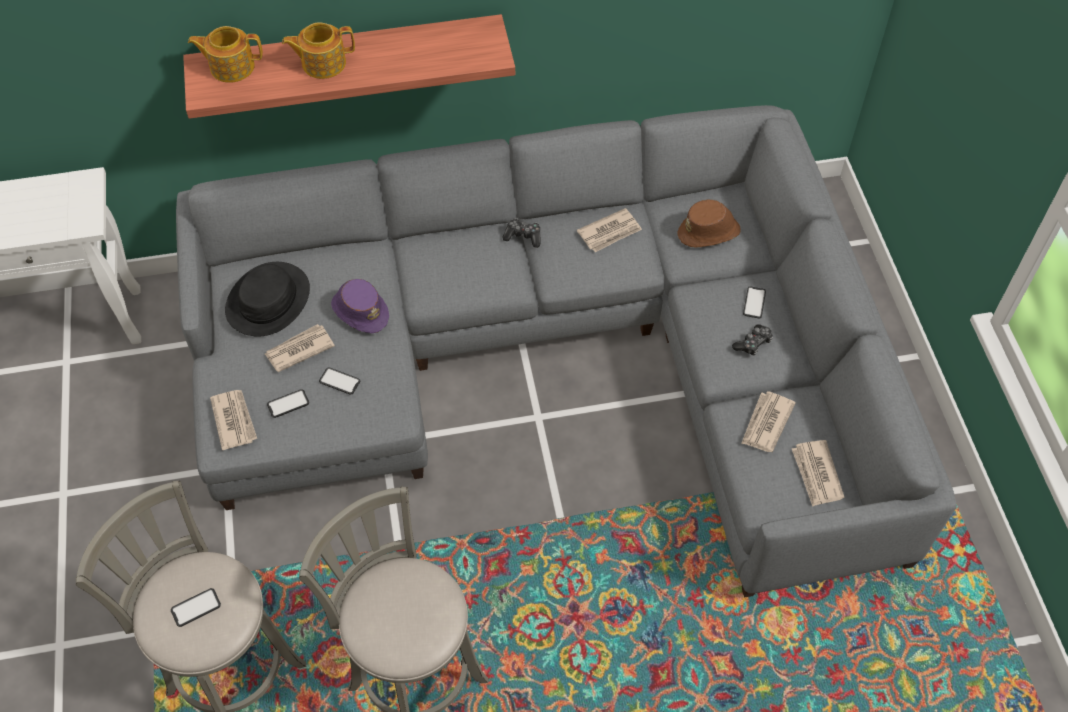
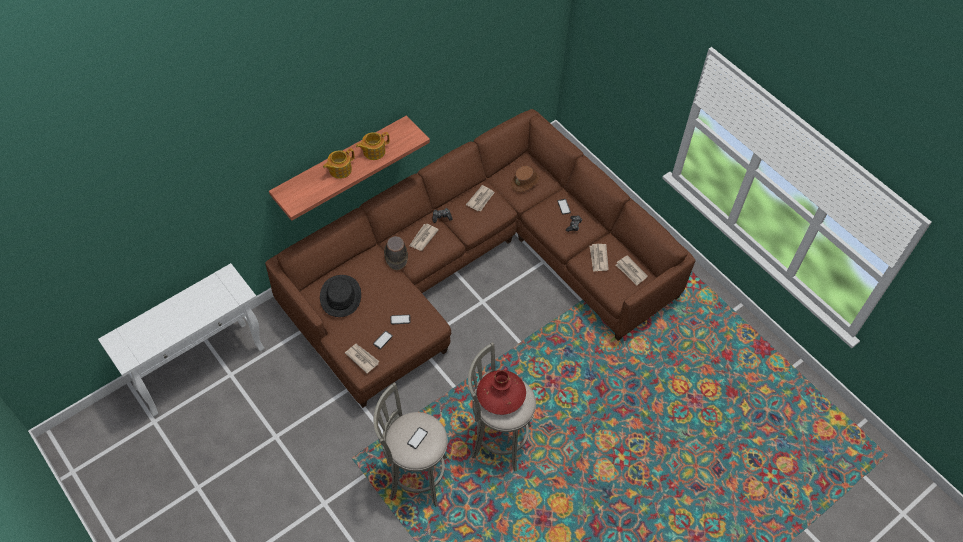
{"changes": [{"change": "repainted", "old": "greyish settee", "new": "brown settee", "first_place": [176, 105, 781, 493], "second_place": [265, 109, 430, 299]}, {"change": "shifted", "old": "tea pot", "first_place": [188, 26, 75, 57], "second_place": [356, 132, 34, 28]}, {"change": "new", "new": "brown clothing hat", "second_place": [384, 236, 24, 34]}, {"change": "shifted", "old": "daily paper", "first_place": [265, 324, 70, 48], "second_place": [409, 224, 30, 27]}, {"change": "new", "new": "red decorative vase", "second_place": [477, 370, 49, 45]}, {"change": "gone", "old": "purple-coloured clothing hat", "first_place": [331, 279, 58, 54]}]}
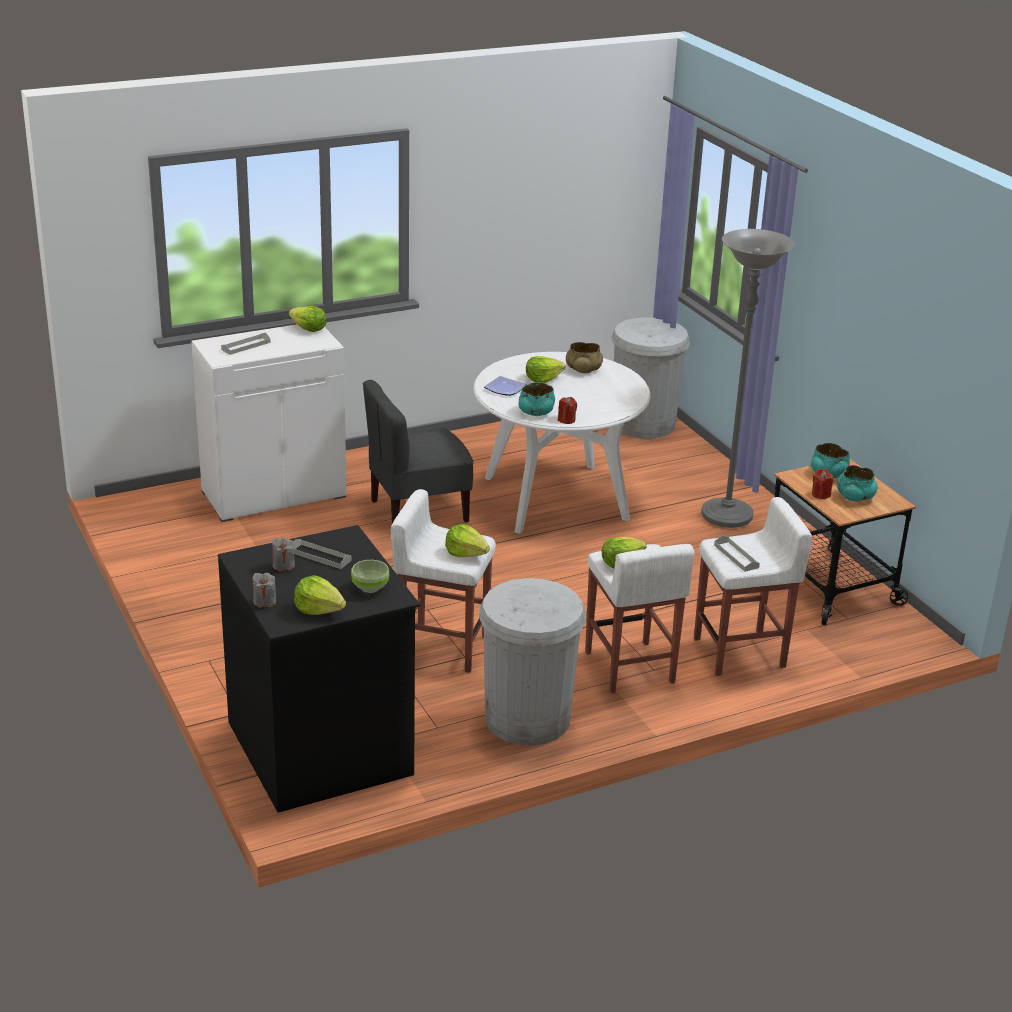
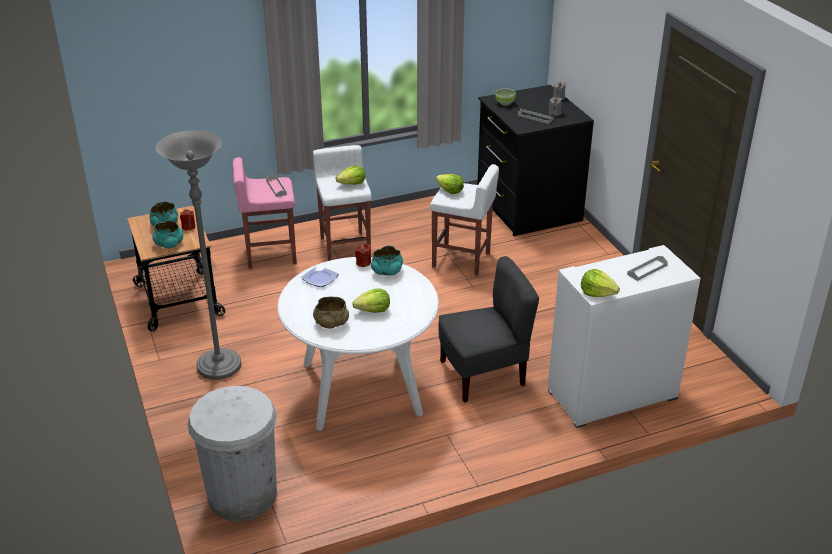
{"changes": [{"change": "repainted", "old": "white stool seat", "new": "pink stool seat", "first_place": [694, 497, 118, 179], "second_place": [232, 157, 65, 112]}, {"change": "shifted", "old": "flat dish", "first_place": [484, 376, 42, 20], "second_place": [301, 265, 38, 22]}, {"change": "gone", "old": "lettuce", "first_place": [294, 575, 52, 40]}, {"change": "gone", "old": "white waste bin", "first_place": [479, 578, 107, 168]}]}
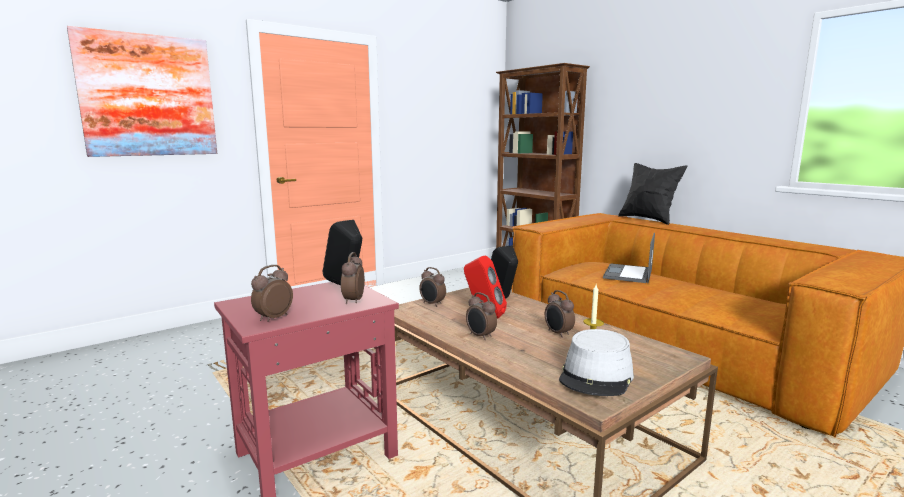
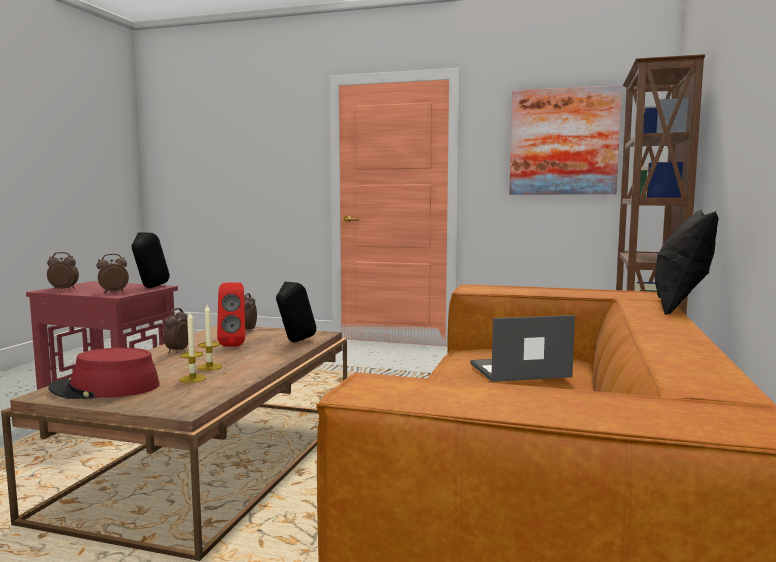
{"changes": [{"change": "repainted", "old": "greyish clothing hat", "new": "red clothing hat", "first_place": [559, 329, 75, 67], "second_place": [48, 348, 112, 51]}, {"change": "swapped", "old": "alarm clock", "new": "wax candle", "first_place": [545, 290, 30, 48], "second_place": [197, 305, 25, 66]}, {"change": "shifted", "old": "wall art", "first_place": [67, 26, 150, 131], "second_place": [509, 85, 113, 109]}]}
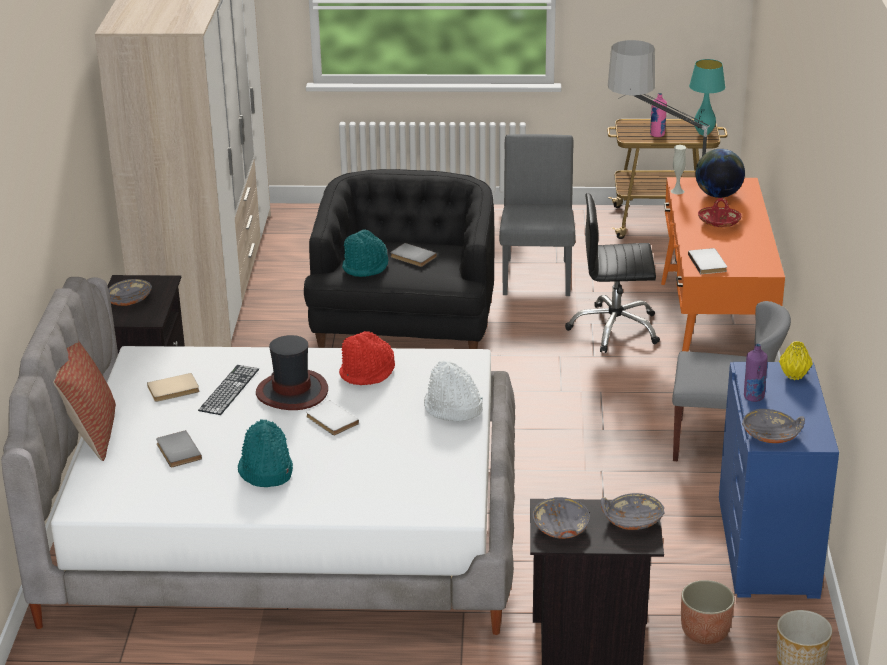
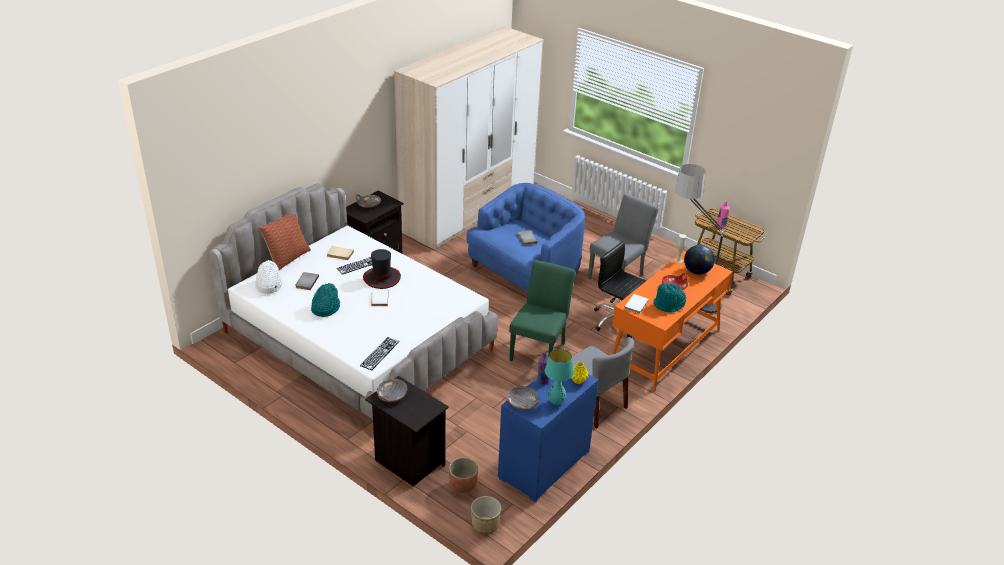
{"changes": [{"change": "shifted", "old": "white clothing hat", "first_place": [424, 361, 59, 61], "second_place": [255, 260, 27, 33]}, {"change": "new", "new": "keyboard", "second_place": [360, 337, 40, 33]}, {"change": "repainted", "old": "black-coloured lounge chair", "new": "blue lounge chair", "first_place": [304, 169, 190, 180], "second_place": [467, 183, 118, 108]}, {"change": "new", "new": "green-coloured plain chair", "second_place": [509, 260, 67, 101]}, {"change": "shifted", "old": "turquoise-coloured lamp for a table", "first_place": [689, 59, 36, 77], "second_place": [545, 349, 29, 56]}, {"change": "shifted", "old": "turquoise-coloured clothing hat", "first_place": [342, 230, 46, 47], "second_place": [653, 283, 33, 29]}, {"change": "gone", "old": "red clothing hat", "first_place": [339, 331, 56, 54]}, {"change": "gone", "old": "greyish bowl", "first_place": [601, 493, 64, 37]}]}
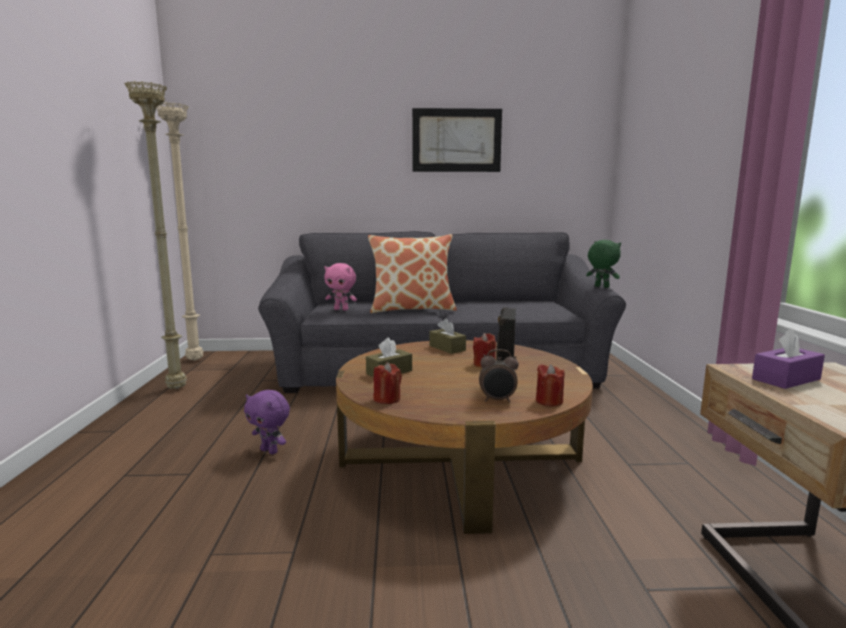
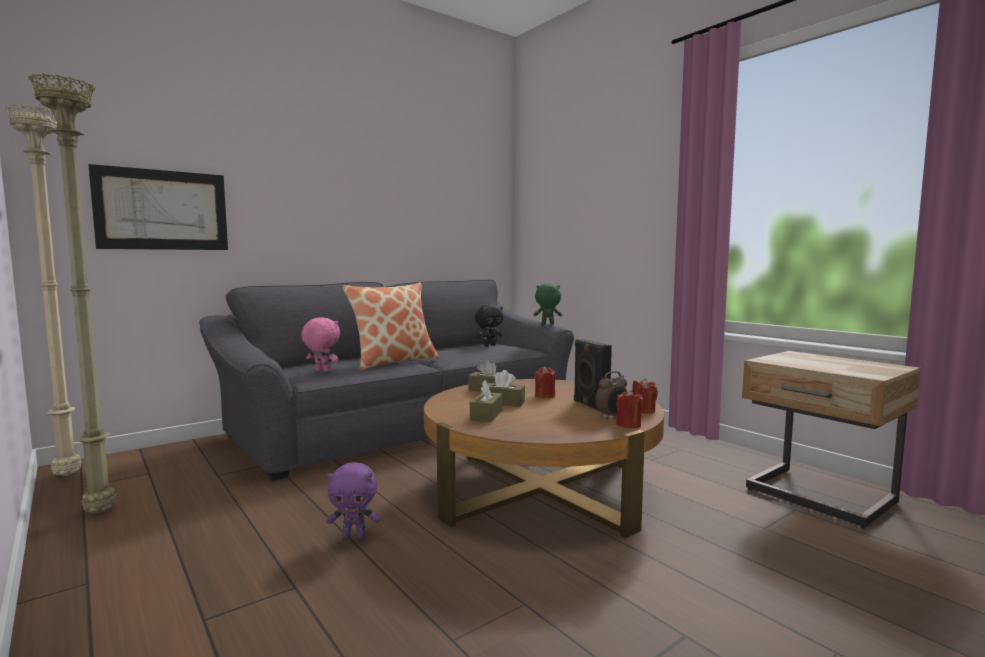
{"changes": [{"change": "shifted", "old": "wall art", "first_place": [412, 108, 90, 64], "second_place": [88, 164, 140, 86]}, {"change": "rotated", "old": "pink soft toy", "first_place": [324, 263, 33, 48], "second_place": [301, 317, 39, 55], "degrees": -135}, {"change": "new", "new": "black-coloured soft toy", "second_place": [475, 304, 28, 42]}, {"change": "new", "new": "brown tissue box", "second_place": [488, 370, 37, 37]}, {"change": "shifted", "old": "red wax candle", "first_place": [373, 362, 29, 42], "second_place": [616, 390, 27, 38]}, {"change": "gone", "old": "purple-coloured tissue box", "first_place": [752, 328, 73, 61]}]}
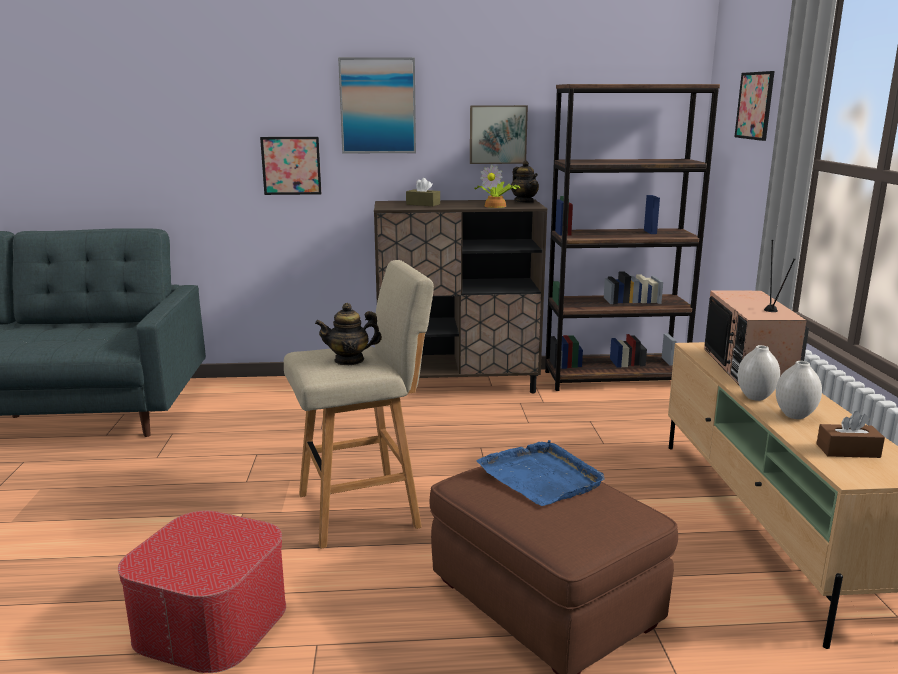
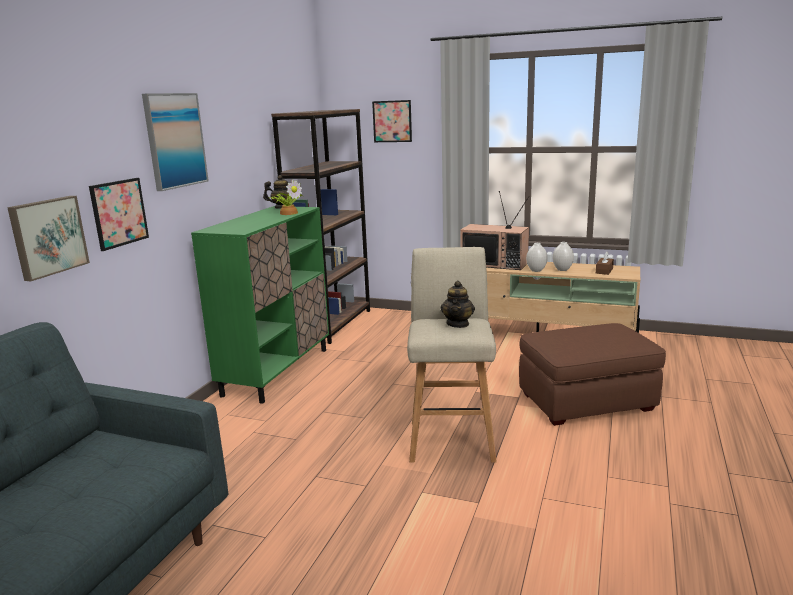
{"changes": [{"change": "shifted", "old": "wall art", "first_place": [470, 105, 58, 59], "second_place": [7, 196, 83, 85]}, {"change": "repainted", "old": "brown storage cabinet", "new": "green-coloured storage cabinet", "first_place": [374, 199, 173, 194], "second_place": [191, 206, 138, 198]}, {"change": "gone", "old": "footrest", "first_place": [118, 511, 168, 162]}, {"change": "gone", "old": "brown tissue box", "first_place": [406, 178, 34, 28]}, {"change": "gone", "old": "blue serving tray", "first_place": [476, 440, 129, 66]}]}
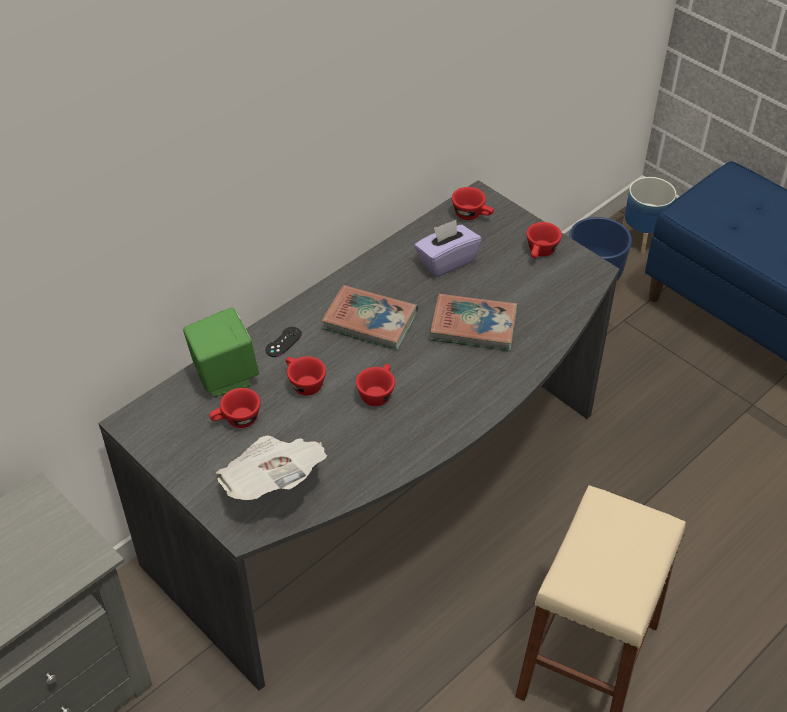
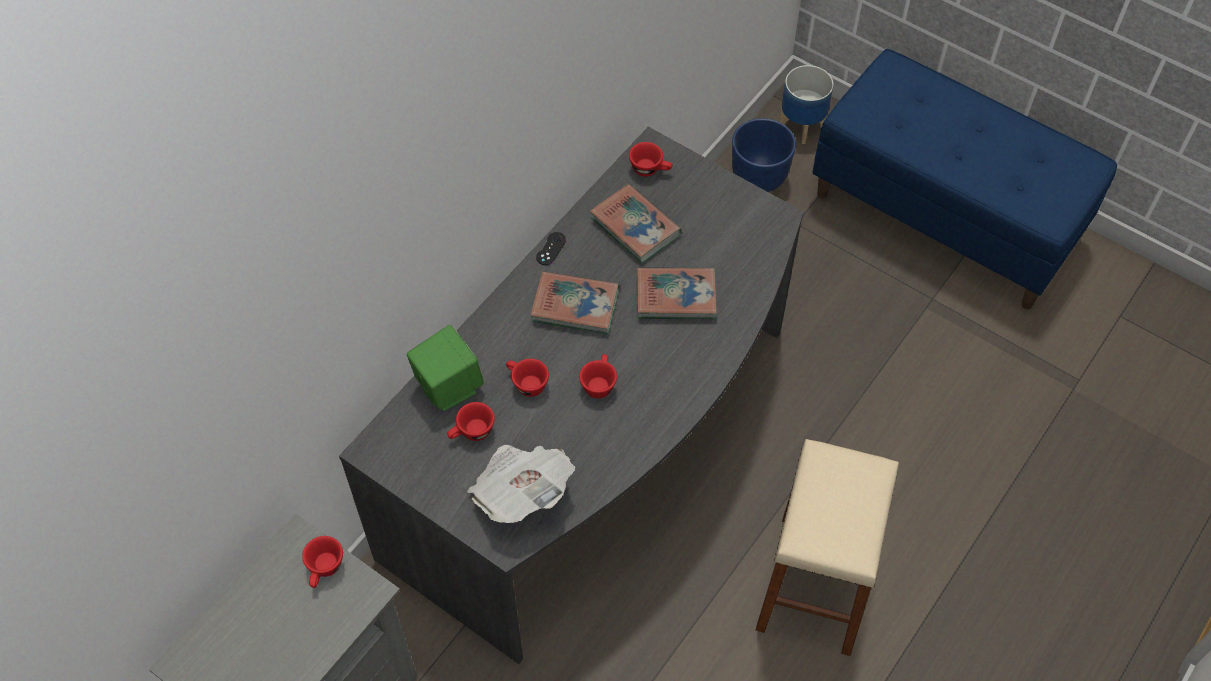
{"changes": [{"change": "shifted", "old": "red drinking cup", "first_place": [527, 222, 35, 37], "second_place": [302, 536, 41, 52]}, {"change": "shifted", "old": "black-coloured game controller", "first_place": [265, 327, 37, 30], "second_place": [536, 232, 30, 33]}, {"change": "swapped", "old": "purple-coloured tissue box", "new": "book", "first_place": [414, 220, 68, 57], "second_place": [590, 184, 92, 80]}]}
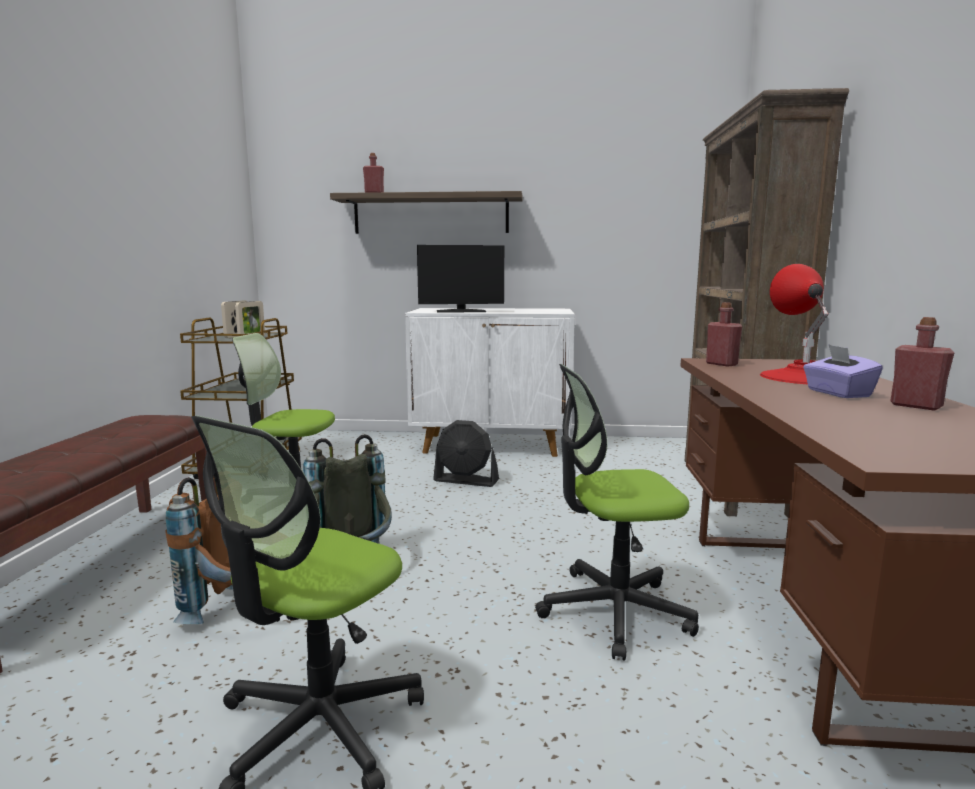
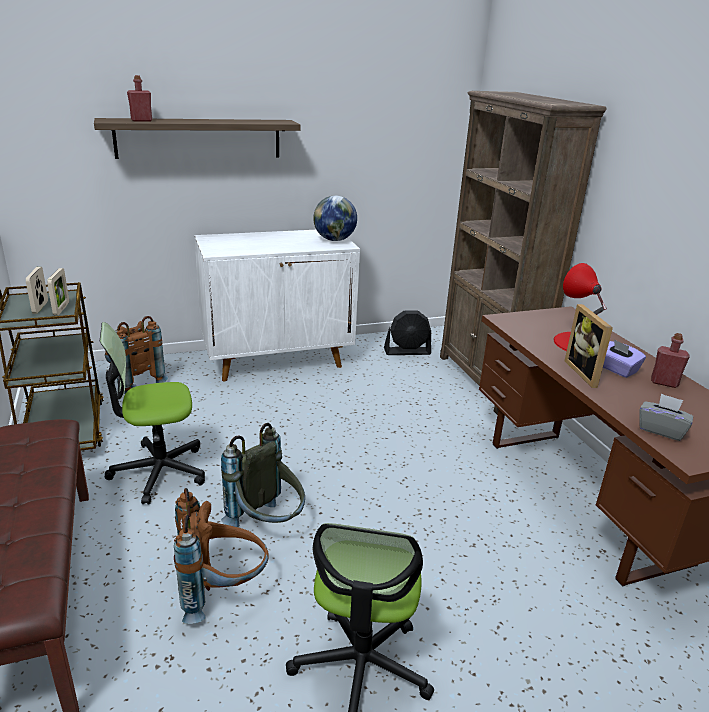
{"changes": [{"change": "new", "new": "brown rucksack", "second_place": [105, 316, 63, 78]}, {"change": "new", "new": "world globe", "second_place": [313, 196, 44, 45]}, {"change": "shifted", "old": "black-coloured fan", "first_place": [433, 420, 66, 67], "second_place": [384, 311, 47, 44]}, {"change": "new", "new": "standing frame", "second_place": [565, 304, 48, 84]}, {"change": "new", "new": "greyish tissue box", "second_place": [639, 393, 54, 48]}, {"change": "gone", "old": "computer display", "first_place": [417, 245, 87, 68]}, {"change": "gone", "old": "computer chair", "first_place": [535, 364, 164, 296]}, {"change": "gone", "old": "red bottle", "first_place": [706, 302, 36, 64]}]}
